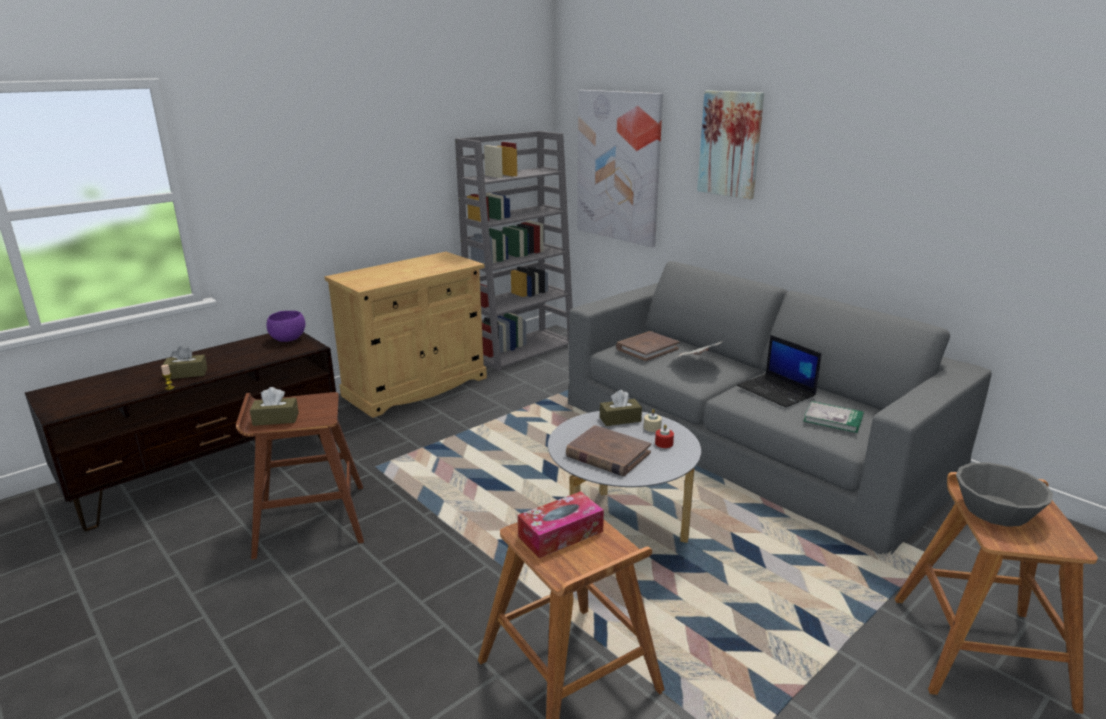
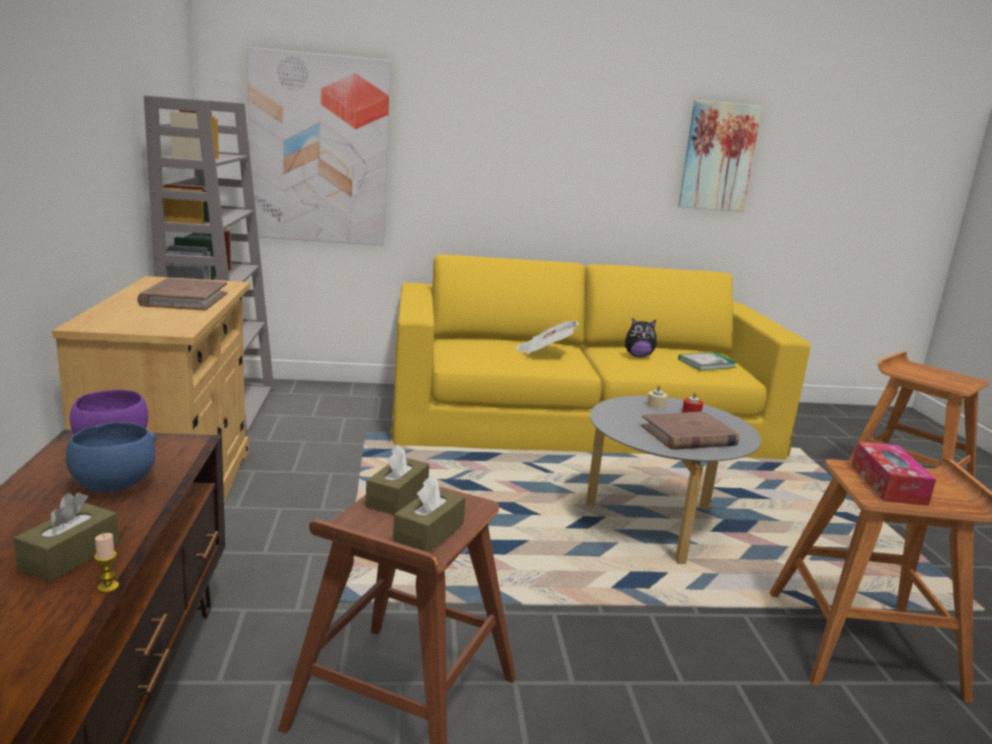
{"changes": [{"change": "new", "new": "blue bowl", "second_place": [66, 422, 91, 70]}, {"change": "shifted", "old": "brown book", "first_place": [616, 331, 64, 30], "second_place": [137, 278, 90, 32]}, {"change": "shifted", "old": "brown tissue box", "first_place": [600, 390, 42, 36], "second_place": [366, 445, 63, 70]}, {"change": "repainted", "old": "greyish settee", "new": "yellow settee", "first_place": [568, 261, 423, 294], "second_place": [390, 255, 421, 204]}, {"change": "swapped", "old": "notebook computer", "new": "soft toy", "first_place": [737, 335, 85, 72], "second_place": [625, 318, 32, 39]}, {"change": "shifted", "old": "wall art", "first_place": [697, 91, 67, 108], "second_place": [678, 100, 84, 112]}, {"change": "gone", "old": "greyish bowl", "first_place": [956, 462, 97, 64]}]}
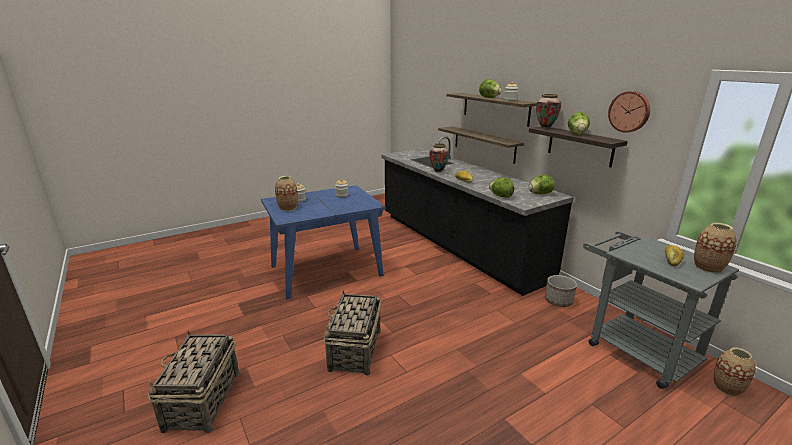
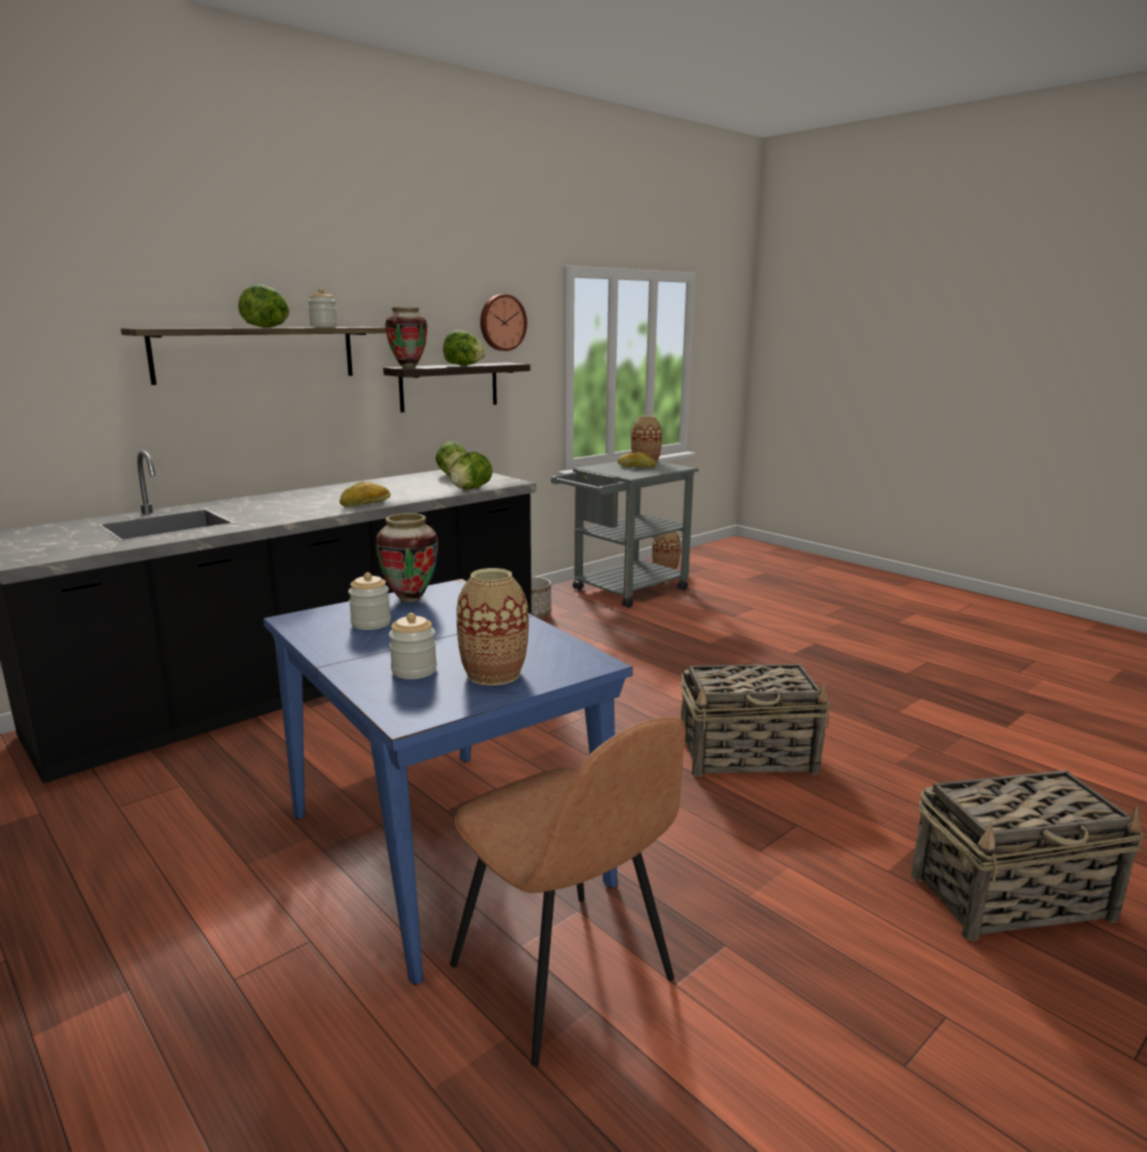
{"changes": [{"change": "shifted", "old": "decorative vase", "first_place": [429, 143, 20, 29], "second_place": [375, 513, 63, 89]}, {"change": "new", "new": "brown plain chair", "second_place": [450, 717, 236, 350]}, {"change": "gone", "old": "shelf", "first_place": [438, 126, 86, 38]}]}
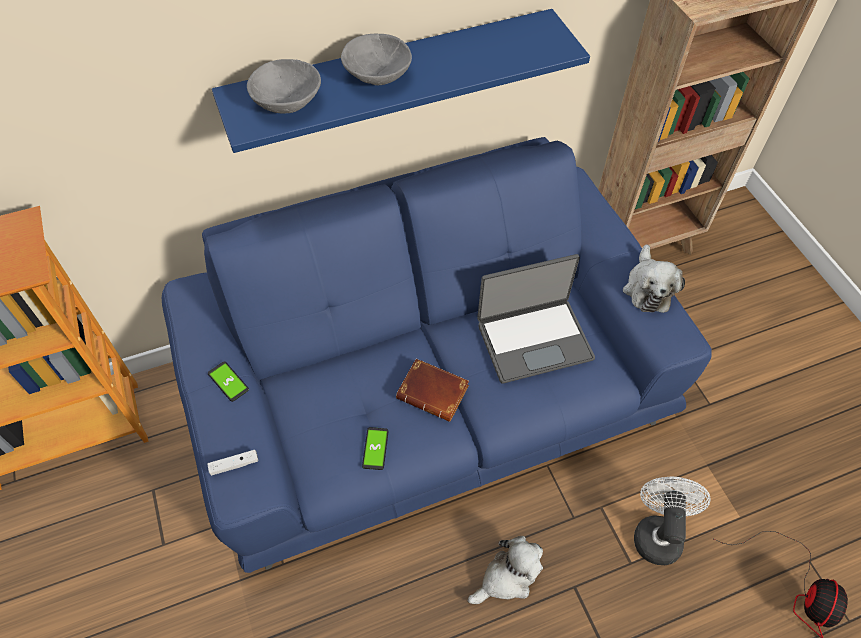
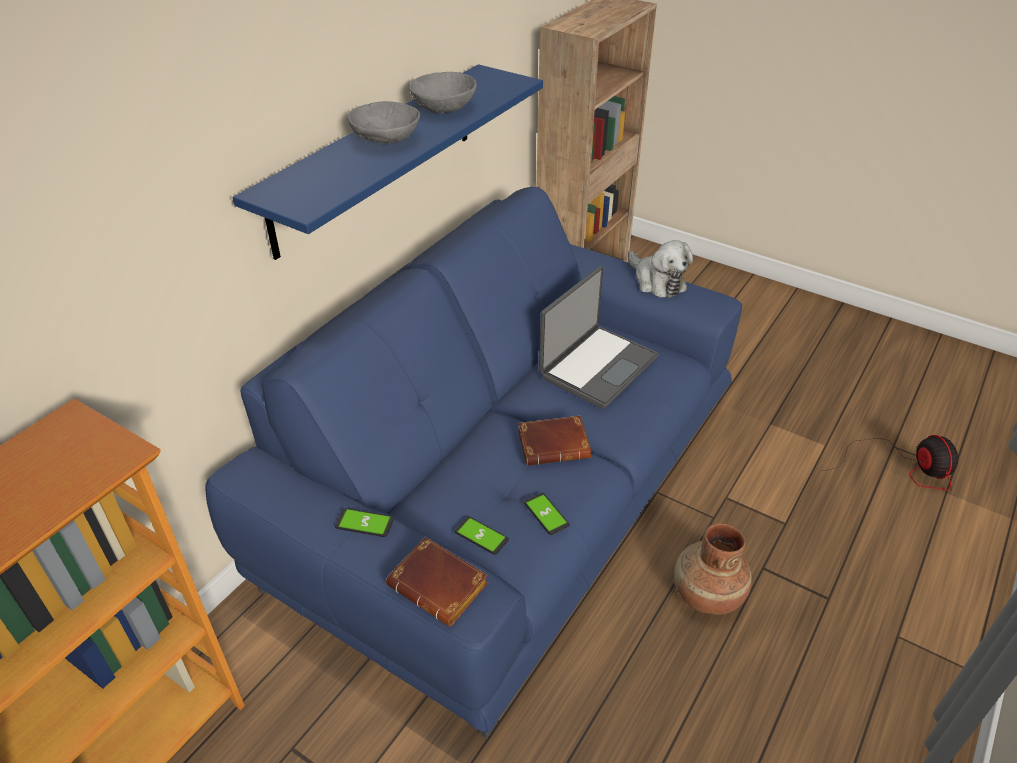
{"changes": [{"change": "swapped", "old": "white game controller", "new": "brown book", "first_place": [207, 450, 51, 26], "second_place": [386, 536, 102, 91]}, {"change": "shifted", "old": "greyish bowl", "first_place": [247, 59, 74, 54], "second_place": [410, 72, 67, 42]}, {"change": "new", "new": "handset", "second_place": [455, 517, 54, 38]}, {"change": "swapped", "old": "soft toy", "new": "brown decorative vase", "first_place": [468, 536, 75, 68], "second_place": [674, 523, 78, 92]}, {"change": "gone", "old": "white fan", "first_place": [634, 477, 76, 88]}]}
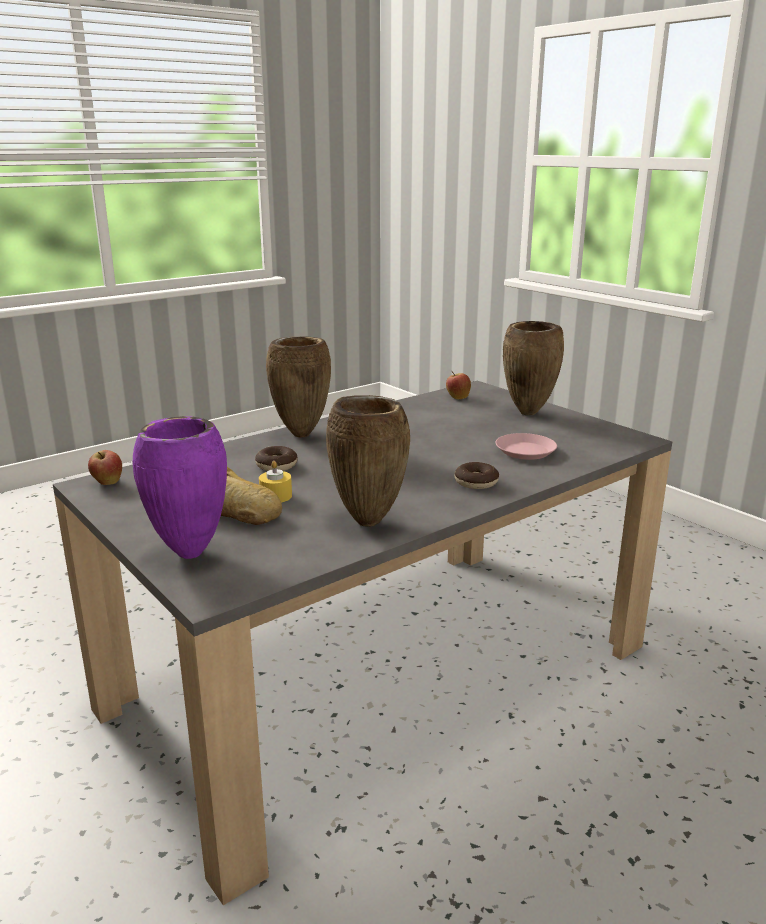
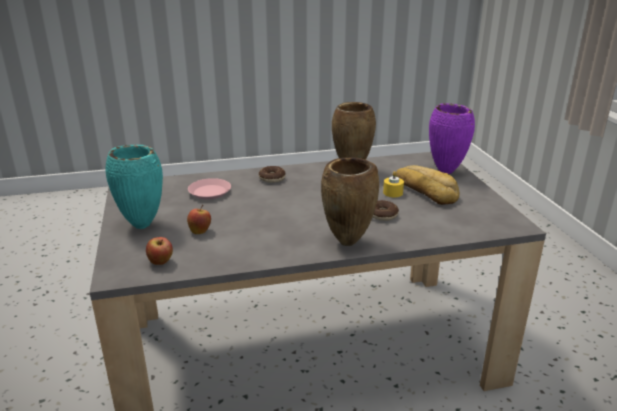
{"changes": [{"change": "repainted", "old": "brown decorative vase", "new": "turquoise-coloured decorative vase", "first_place": [503, 321, 61, 94], "second_place": [105, 145, 58, 84]}, {"change": "shifted", "old": "apple fruit", "first_place": [88, 450, 34, 35], "second_place": [187, 205, 24, 29]}]}
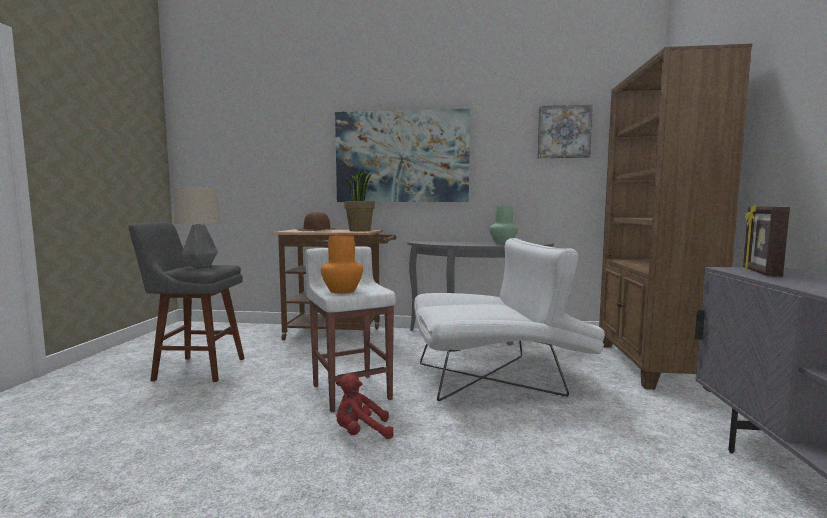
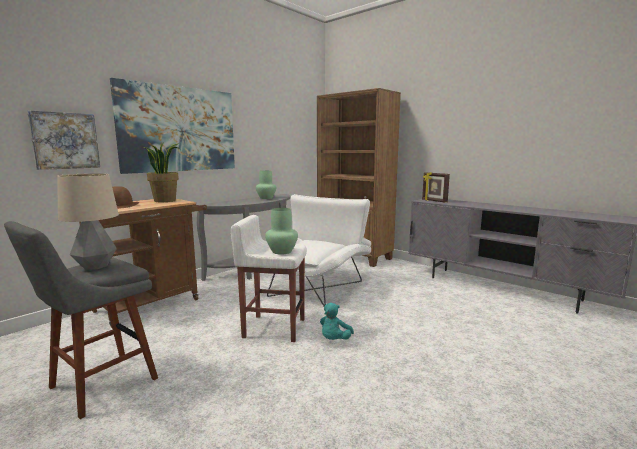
{"changes": [{"change": "shifted", "old": "wall art", "first_place": [537, 105, 56, 53], "second_place": [27, 110, 73, 60]}, {"change": "repainted", "old": "orange decorative vase", "new": "green-coloured decorative vase", "first_place": [321, 235, 42, 59], "second_place": [265, 208, 33, 47]}, {"change": "repainted", "old": "red soft toy", "new": "turquoise-coloured soft toy", "first_place": [336, 373, 58, 66], "second_place": [320, 303, 34, 37]}]}
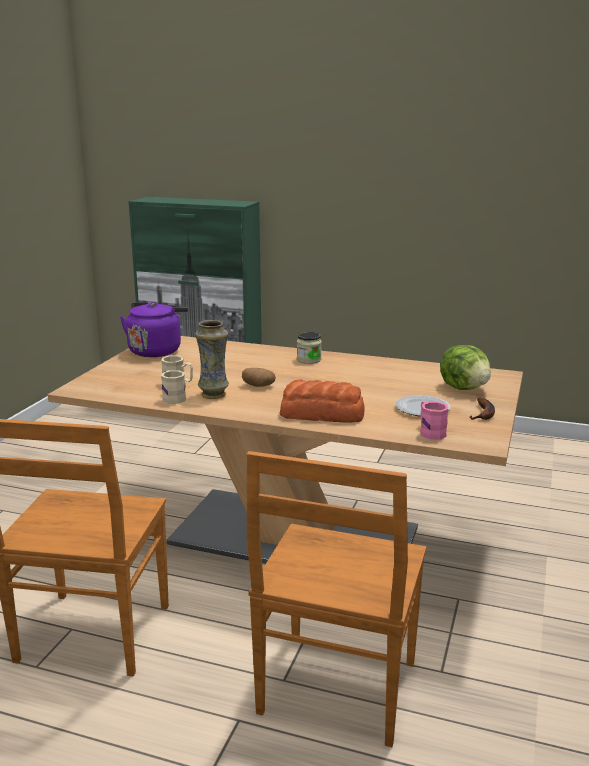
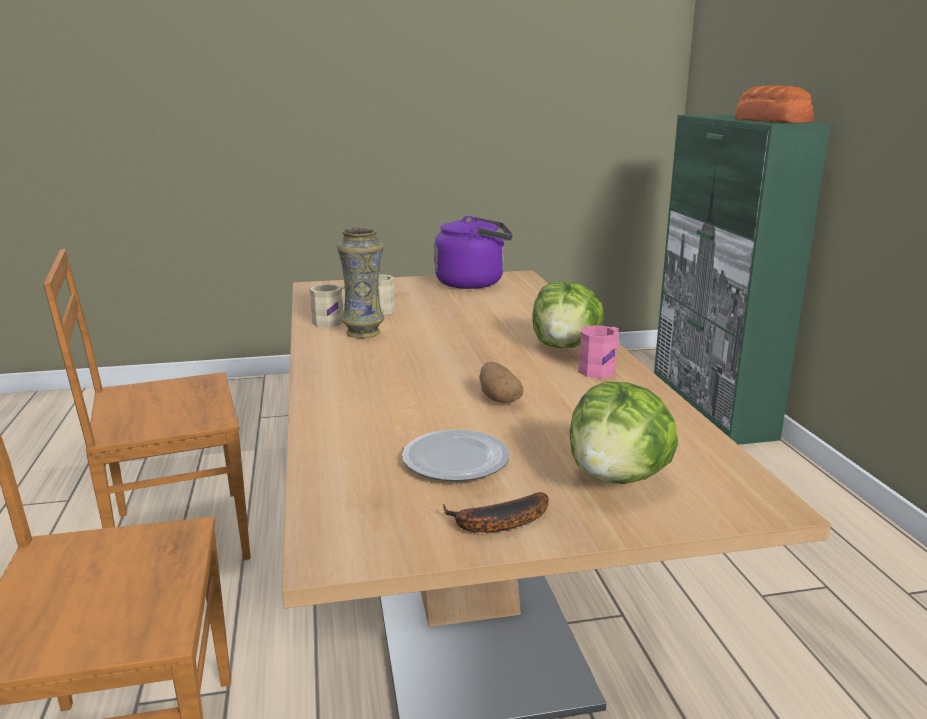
{"changes": [{"change": "shifted", "old": "whole potato", "first_place": [242, 368, 34, 19], "second_place": [479, 362, 44, 41]}, {"change": "swapped", "old": "storage jar", "new": "lettuce", "first_place": [297, 332, 25, 32], "second_place": [532, 281, 72, 67]}, {"change": "shifted", "old": "pink mug", "first_place": [420, 401, 29, 39], "second_place": [578, 325, 41, 54]}, {"change": "shifted", "old": "baked bread", "first_place": [279, 380, 86, 43], "second_place": [734, 85, 80, 38]}]}
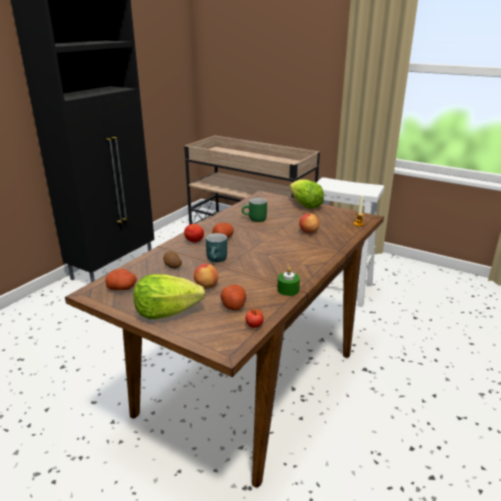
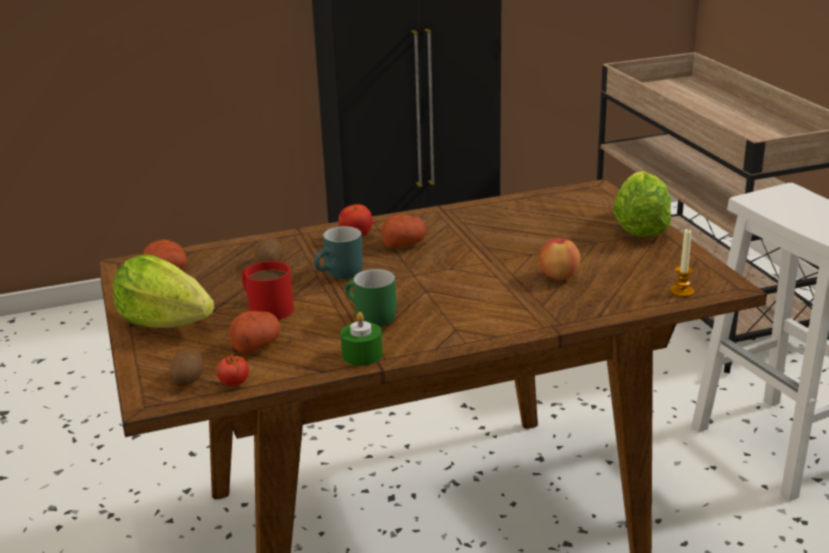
{"changes": [{"change": "new", "new": "whole potato", "second_place": [169, 349, 35, 37]}, {"change": "swapped", "old": "apple fruit", "new": "red mug", "first_place": [194, 264, 24, 25], "second_place": [241, 261, 53, 59]}, {"change": "shifted", "old": "green-coloured mug", "first_place": [242, 198, 25, 24], "second_place": [345, 269, 51, 58]}]}
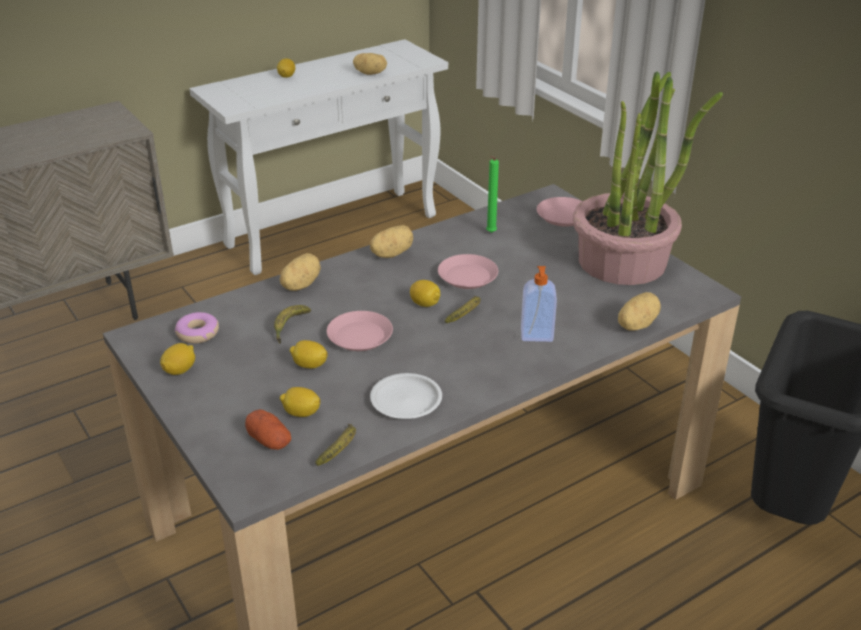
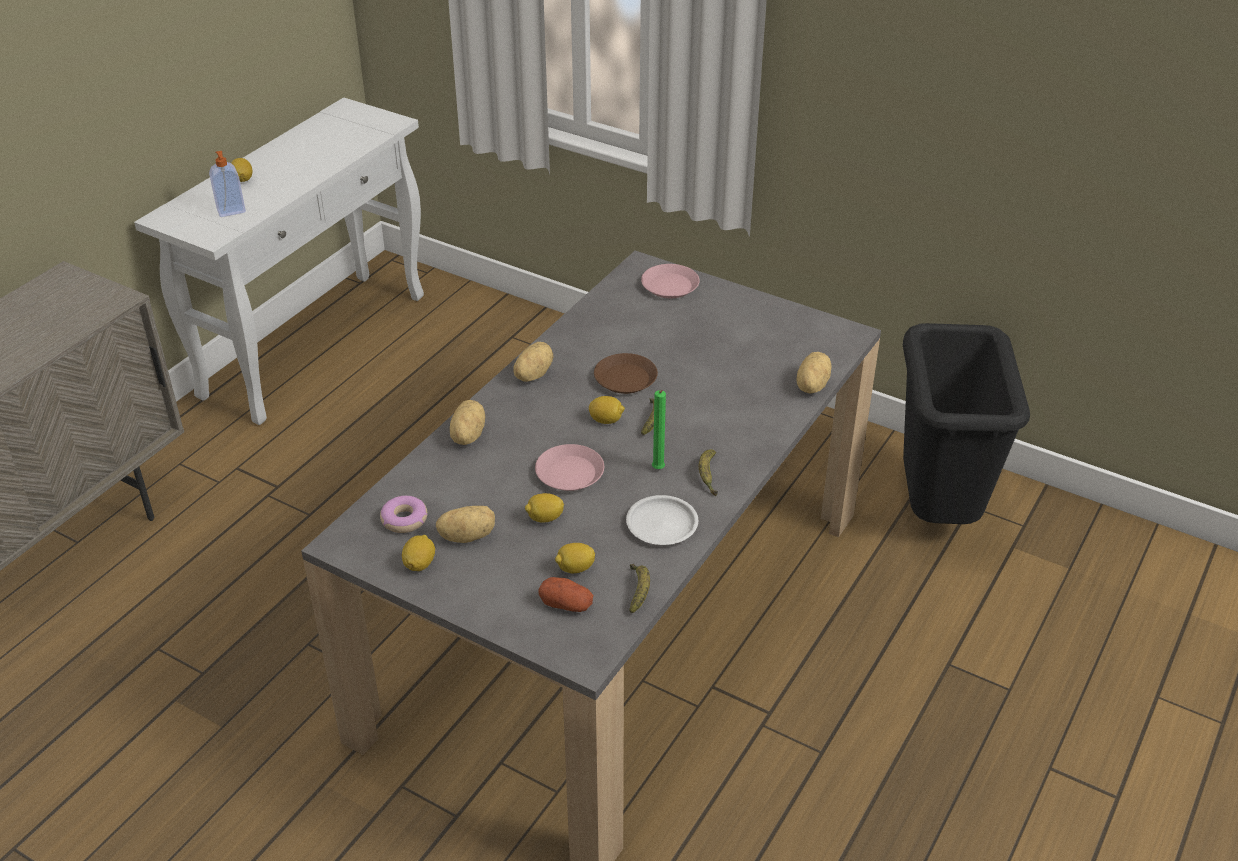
{"changes": [{"change": "shifted", "old": "liquid soap bottle", "first_place": [521, 266, 36, 76], "second_place": [209, 151, 37, 66]}, {"change": "shifted", "old": "whole potato", "first_place": [353, 53, 34, 22], "second_place": [436, 506, 59, 37]}, {"change": "repainted", "old": "pink flat dish", "new": "brown flat dish", "first_place": [438, 254, 60, 35], "second_place": [594, 353, 64, 41]}, {"change": "shifted", "old": "green-coloured wax candle", "first_place": [486, 156, 13, 77], "second_place": [652, 390, 14, 79]}, {"change": "shifted", "old": "banana", "first_place": [274, 305, 37, 39], "second_place": [699, 449, 19, 47]}, {"change": "gone", "old": "plant in a pot", "first_place": [573, 72, 150, 213]}]}
